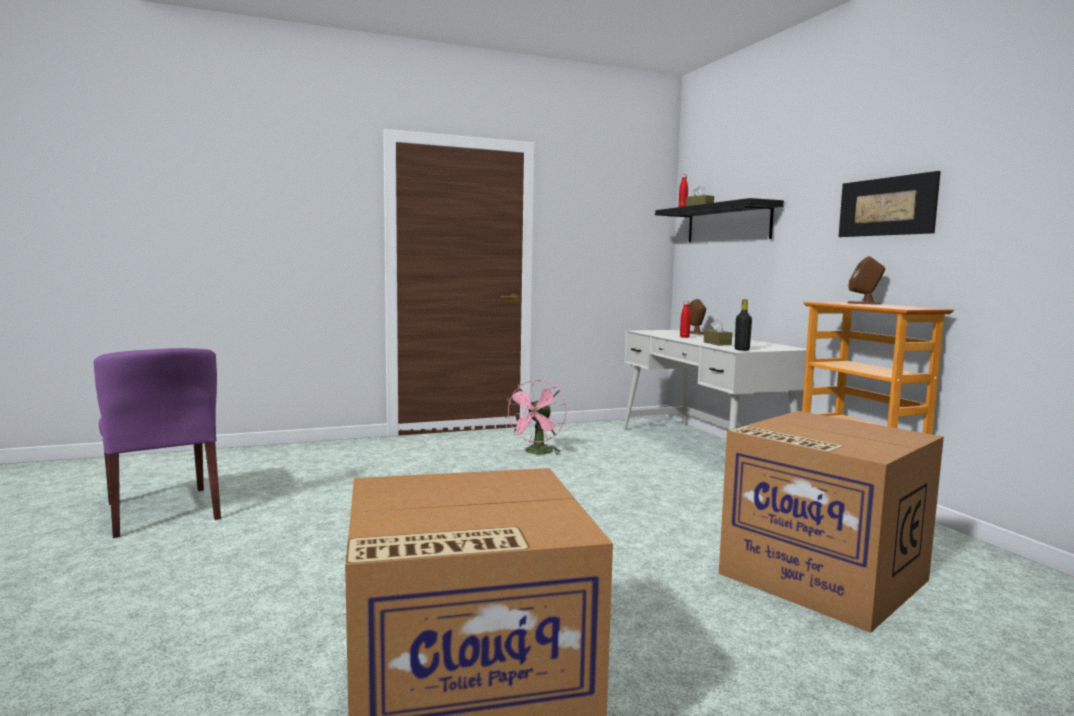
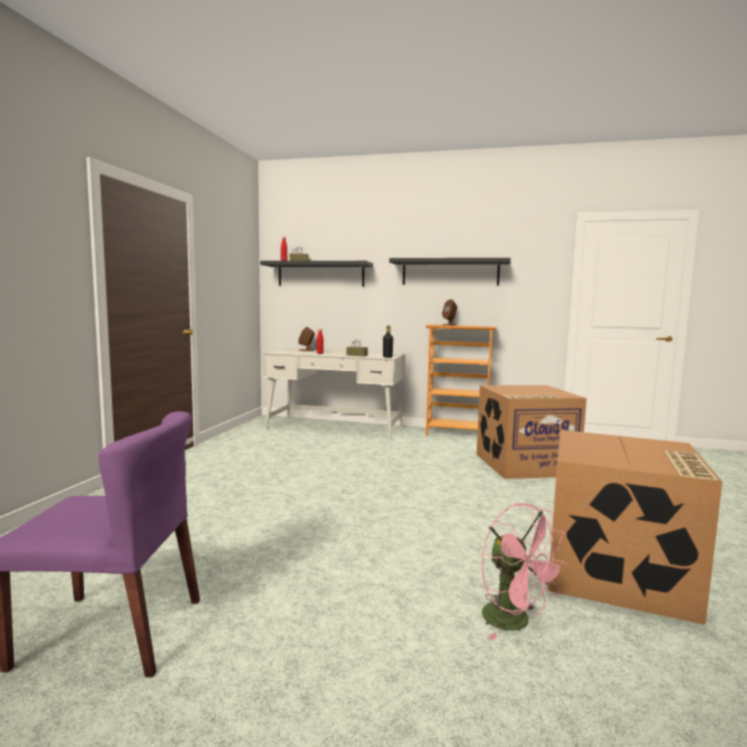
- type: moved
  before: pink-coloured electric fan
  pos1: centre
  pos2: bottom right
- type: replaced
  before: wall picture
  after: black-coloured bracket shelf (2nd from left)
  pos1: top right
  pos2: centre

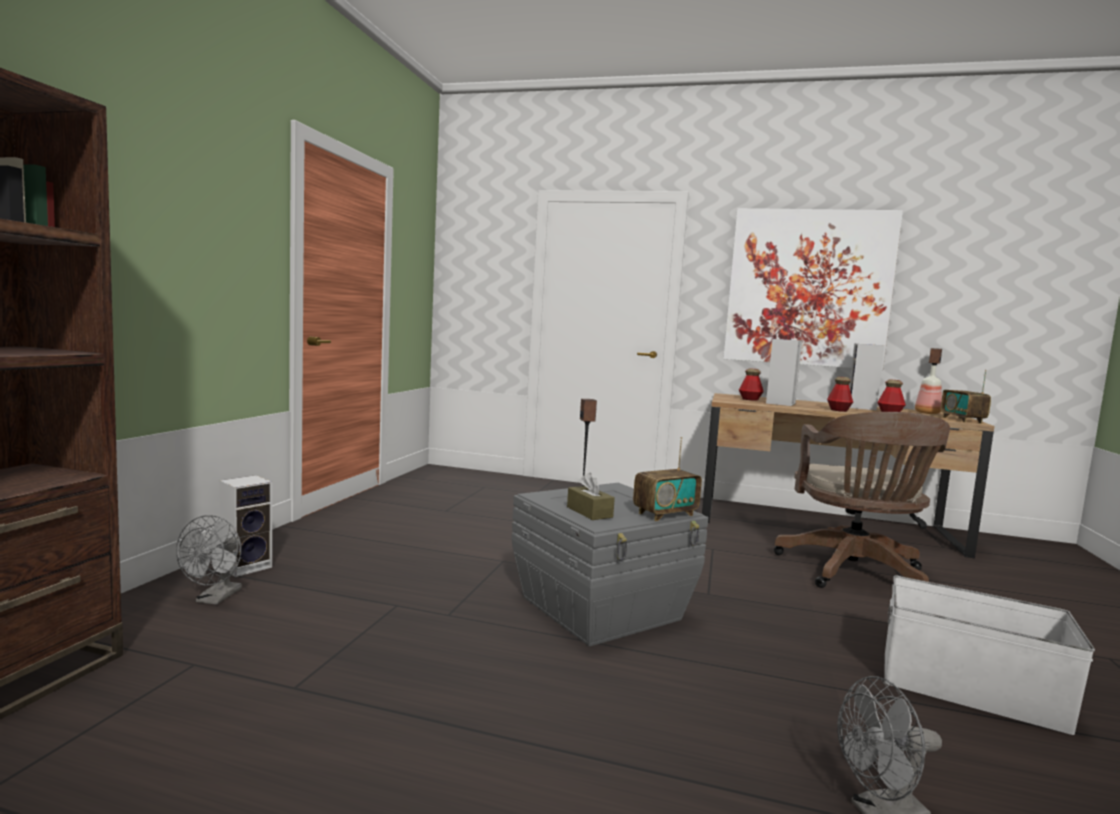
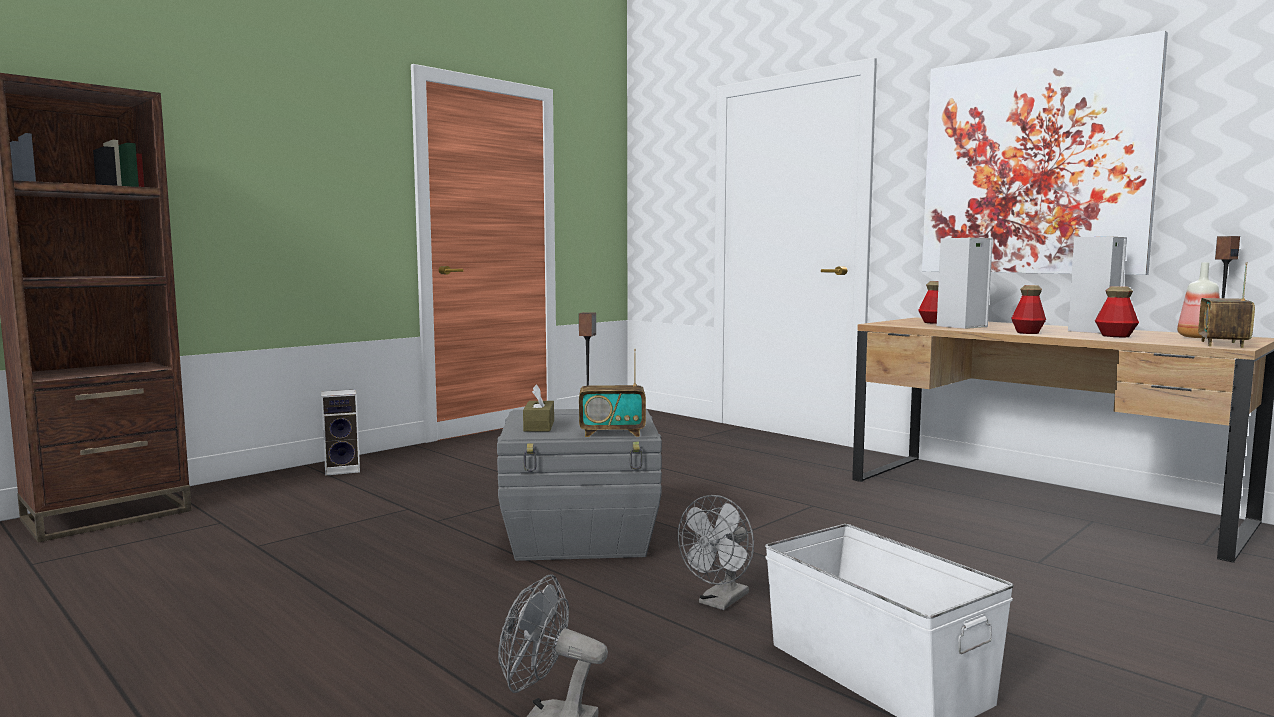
- type: removed
  before: brown office chair
  pos1: middle right
- type: moved
  before: gray electric fan (1st from left in the first image)
  after: gray electric fan (2nd from left)
  pos1: bottom left
  pos2: bottom centre

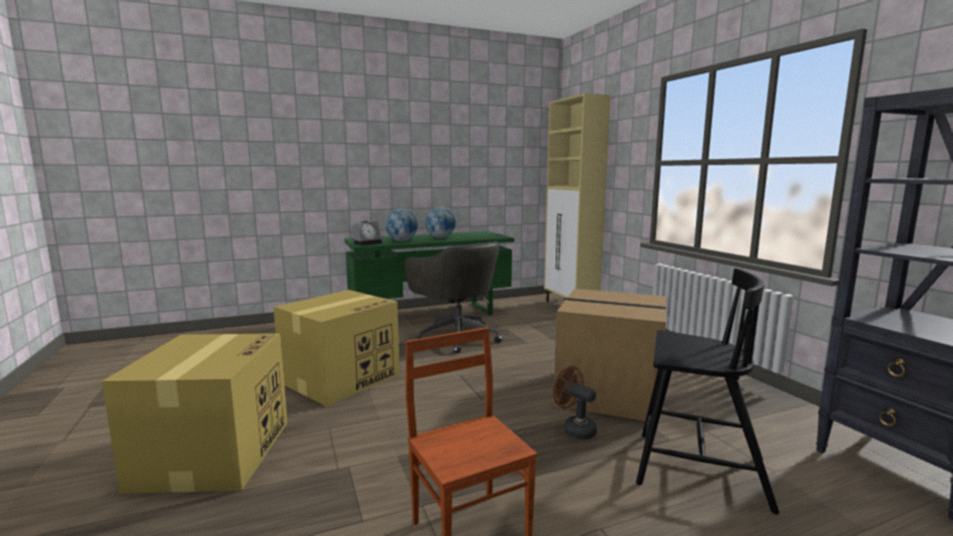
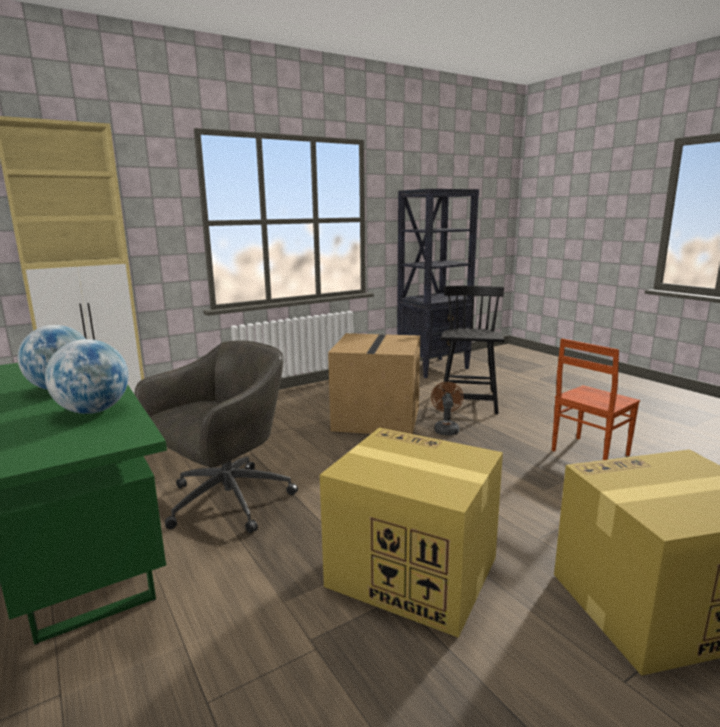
- type: removed
  before: table clock
  pos1: centre
- type: turned
  before: brown electric fan
  pos1: bottom centre
  pos2: centre
  turn: 150

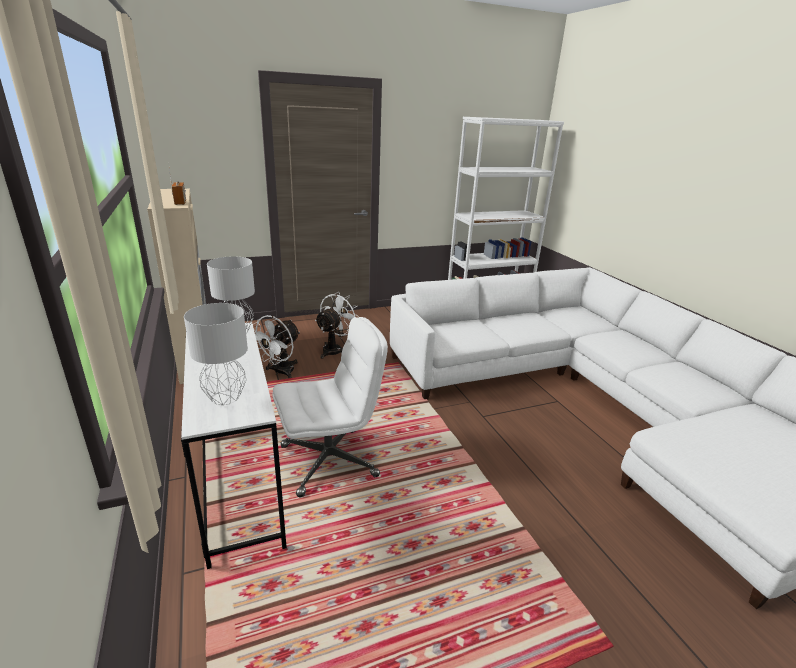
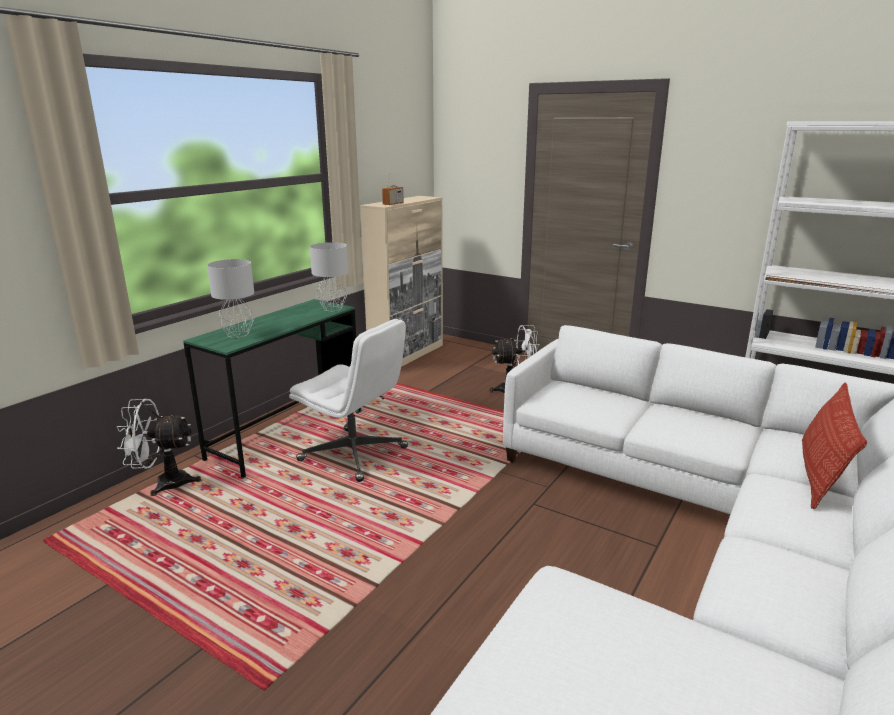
- type: added
  after: throw pillow
  pos2: middle right
- type: moved
  before: white-coloured electric fan (1st from left)
  pos1: centre
  pos2: middle left
- type: recoloured
  before: white-coloured desk
  after: green desk
  pos1: bottom left
  pos2: middle left

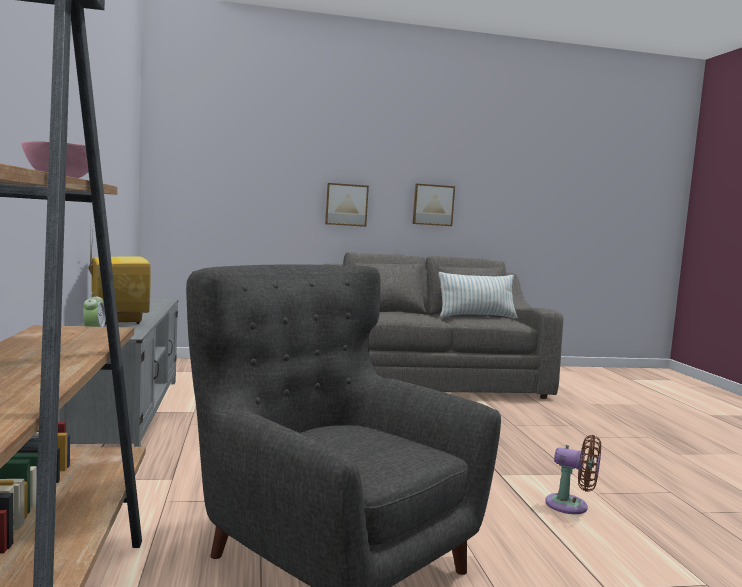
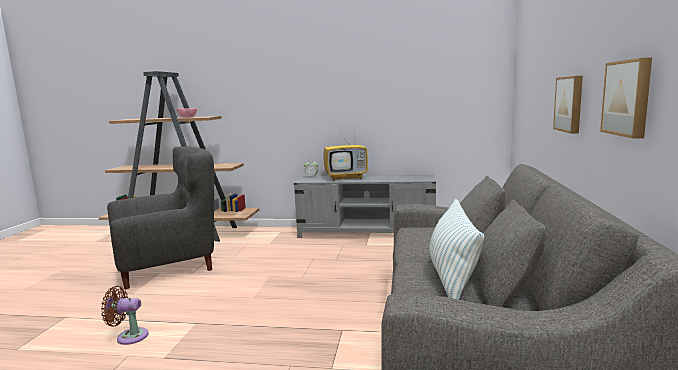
- type: turned
  before: brown electric fan
  pos1: bottom right
  pos2: bottom left
  turn: 45

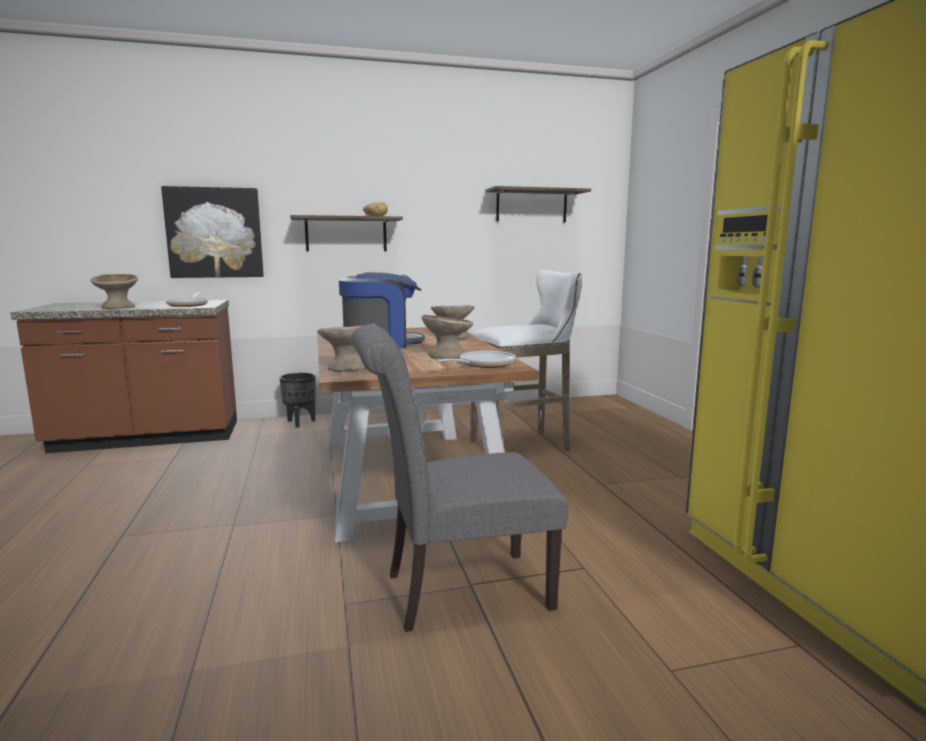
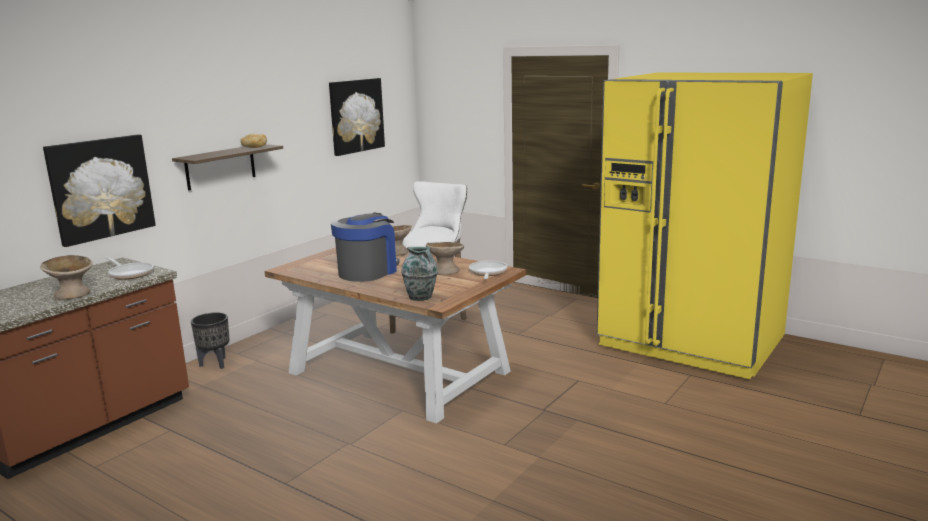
- type: removed
  before: gray chair
  pos1: centre
- type: replaced
  before: sand-coloured serving bowl (2nd from left)
  after: decorative vase
  pos1: centre
  pos2: centre
- type: replaced
  before: bracket shelf (2nd from left)
  after: wall picture (2nd from left)
  pos1: top centre
  pos2: top centre

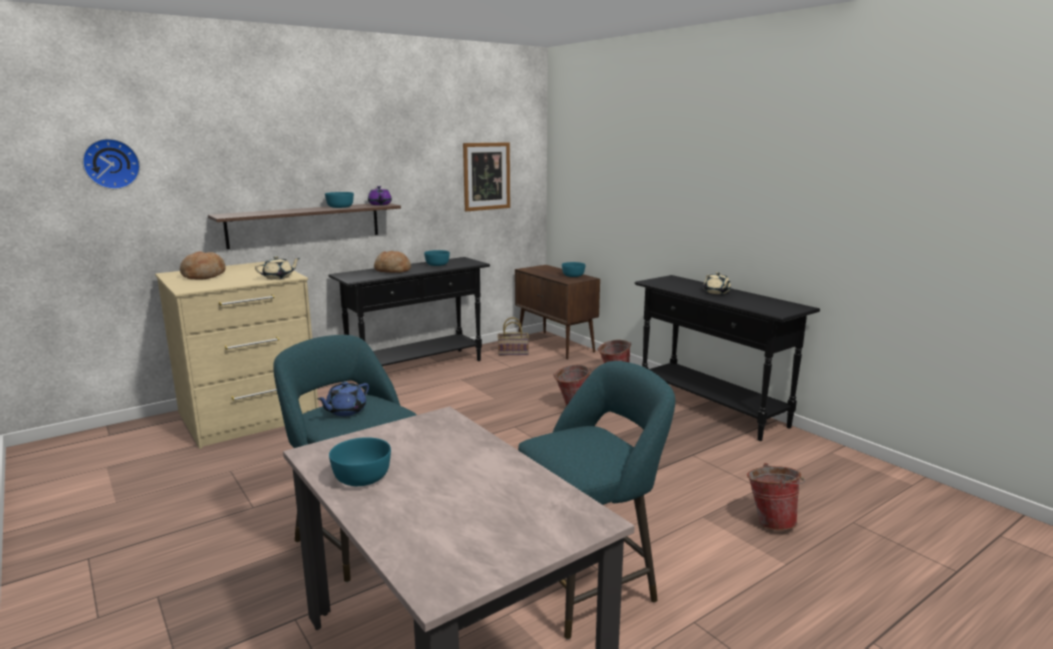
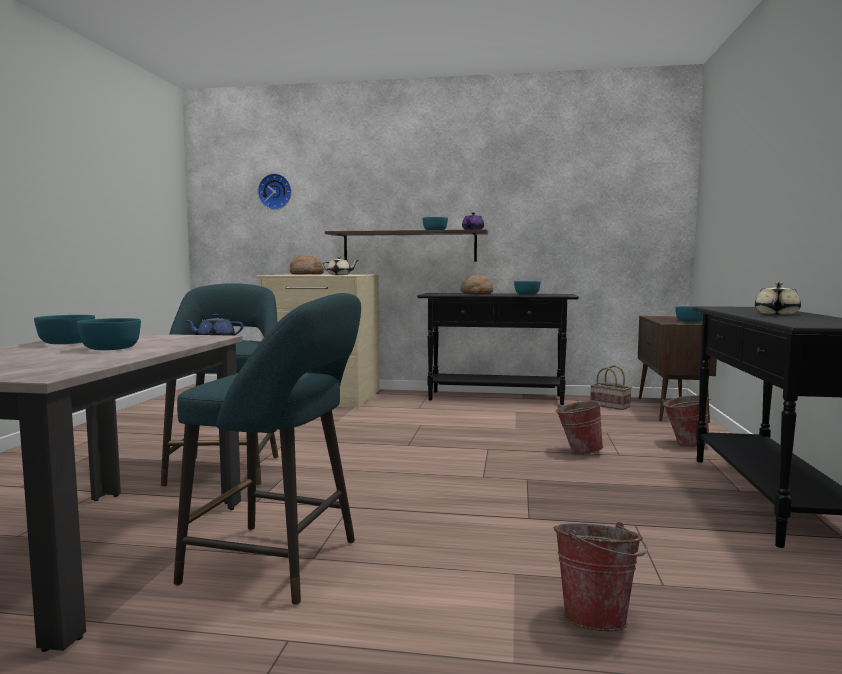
- type: removed
  before: wall picture
  pos1: top centre
- type: added
  after: turquoise serving bowl (2nd from left)
  pos2: middle left

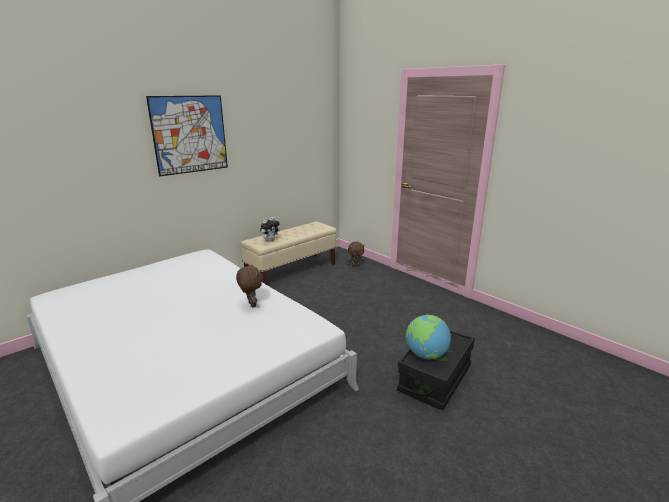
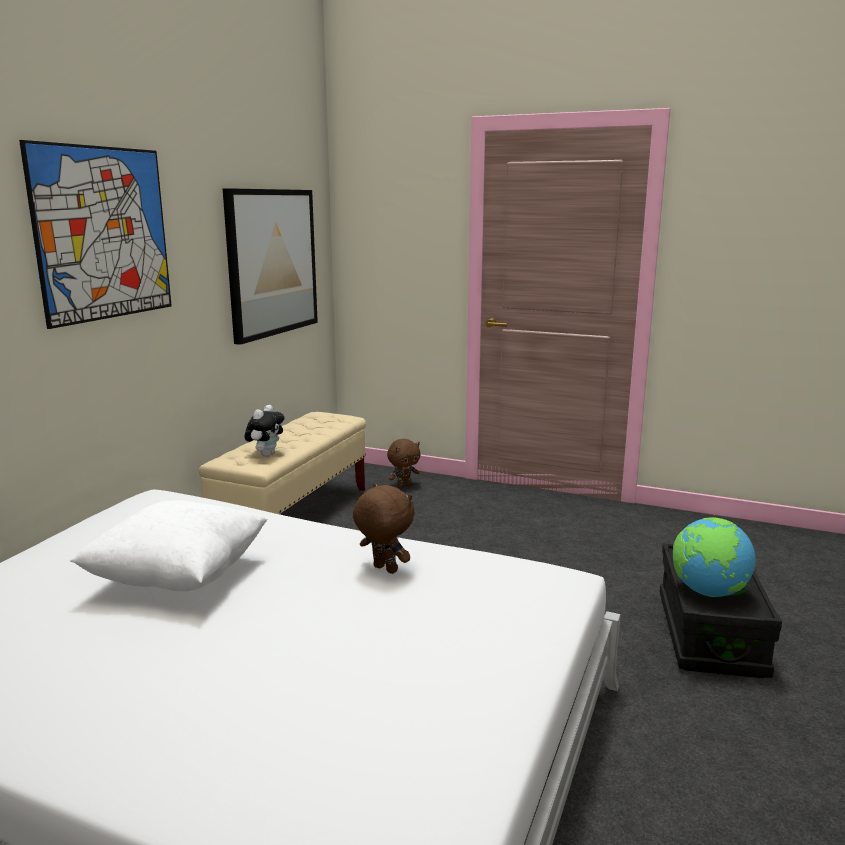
- type: added
  after: white-coloured throw pillow
  pos2: middle left
- type: added
  after: wall picture (2nd from left)
  pos2: top left

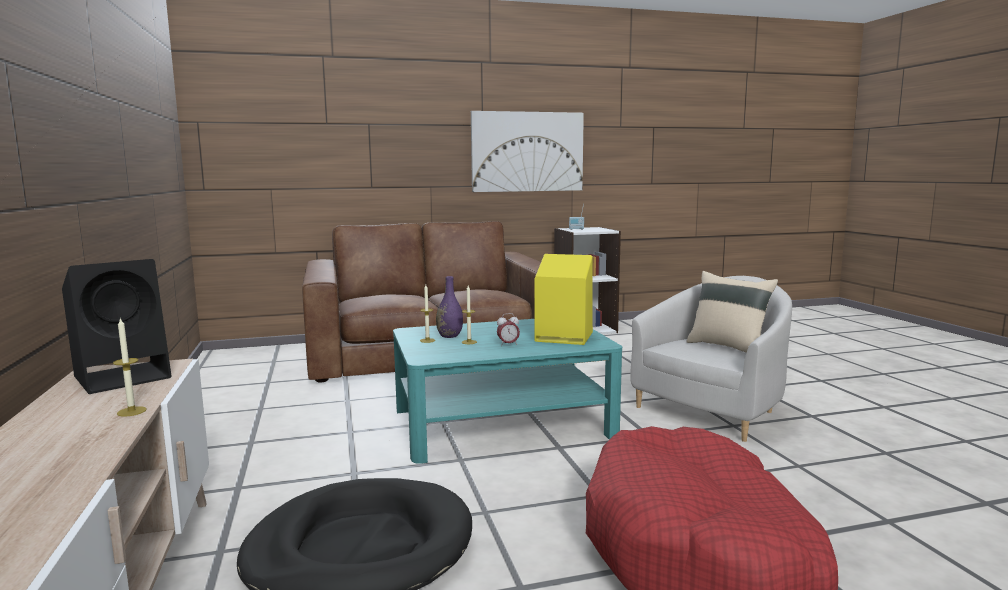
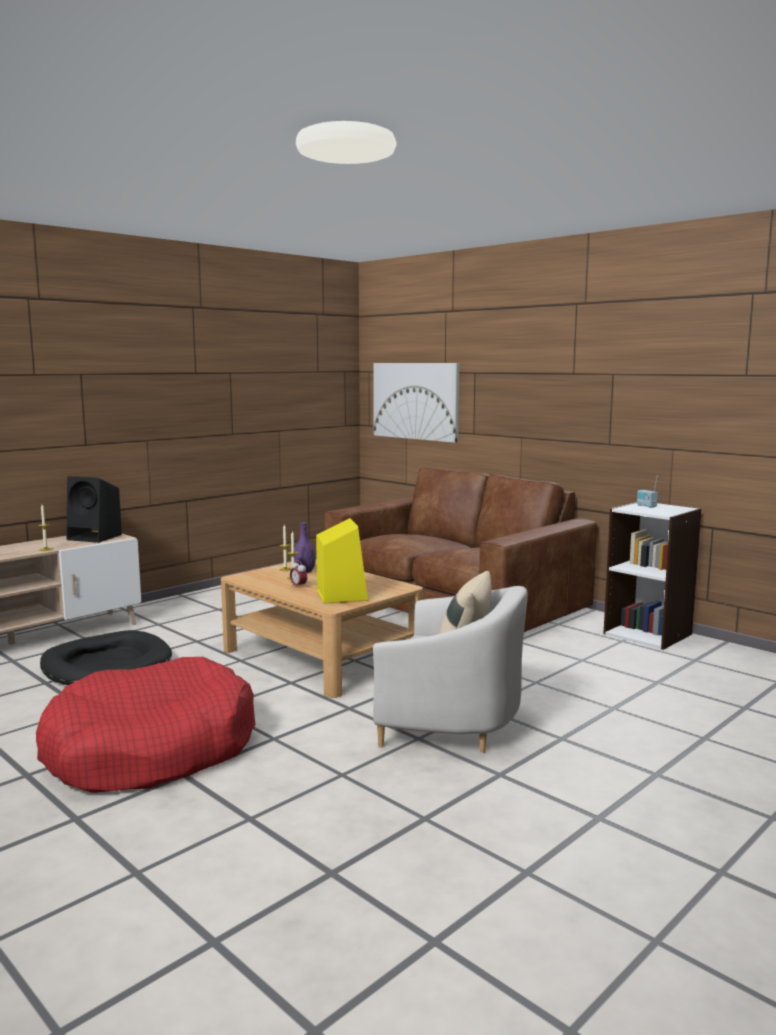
- type: moved
  before: wall picture
  pos1: top centre
  pos2: centre
- type: recoloured
  before: turquoise lounge table
  after: sand-coloured lounge table
  pos1: centre
  pos2: centre

